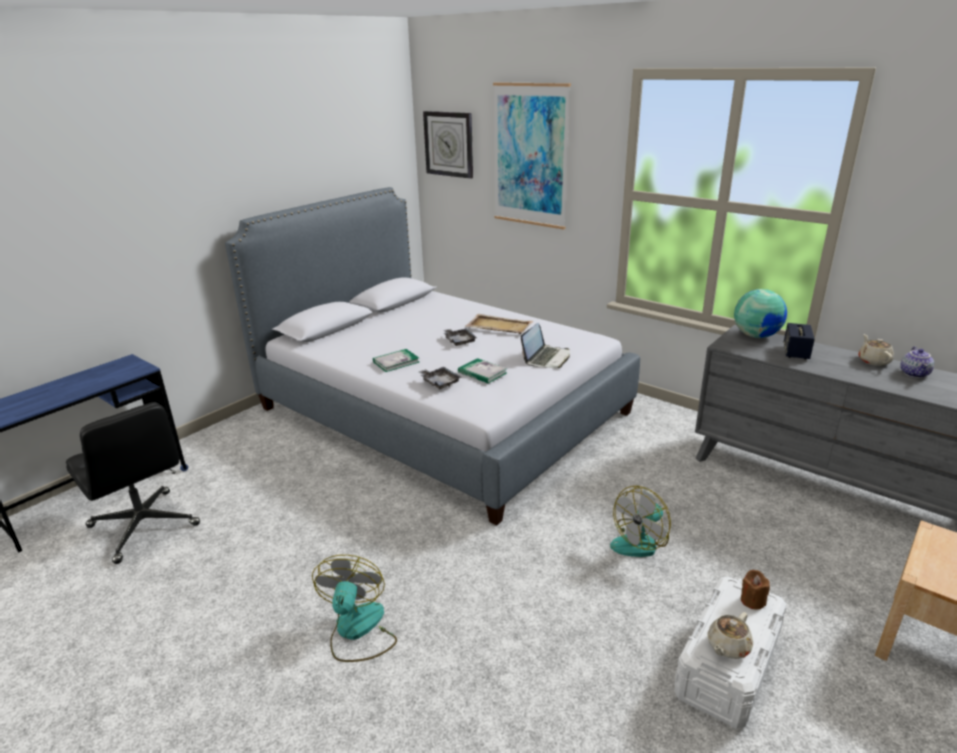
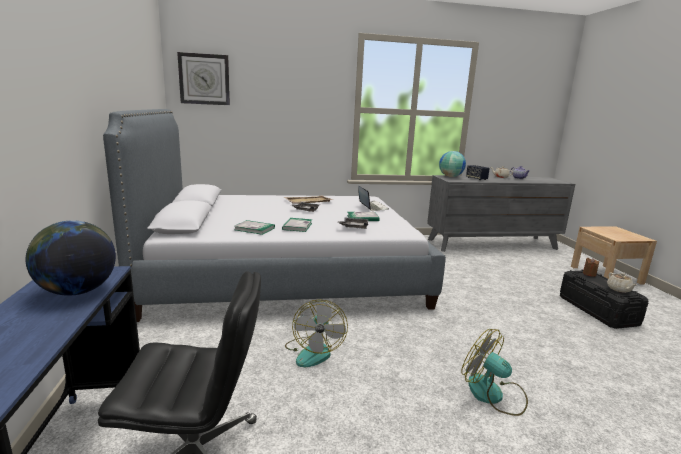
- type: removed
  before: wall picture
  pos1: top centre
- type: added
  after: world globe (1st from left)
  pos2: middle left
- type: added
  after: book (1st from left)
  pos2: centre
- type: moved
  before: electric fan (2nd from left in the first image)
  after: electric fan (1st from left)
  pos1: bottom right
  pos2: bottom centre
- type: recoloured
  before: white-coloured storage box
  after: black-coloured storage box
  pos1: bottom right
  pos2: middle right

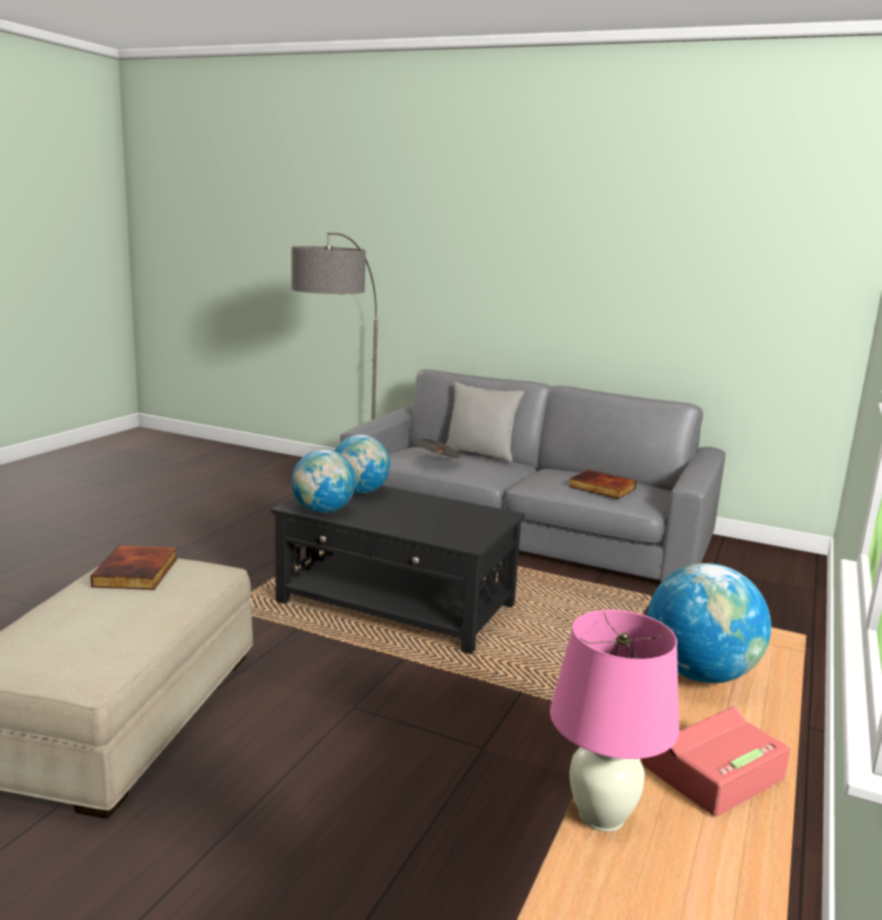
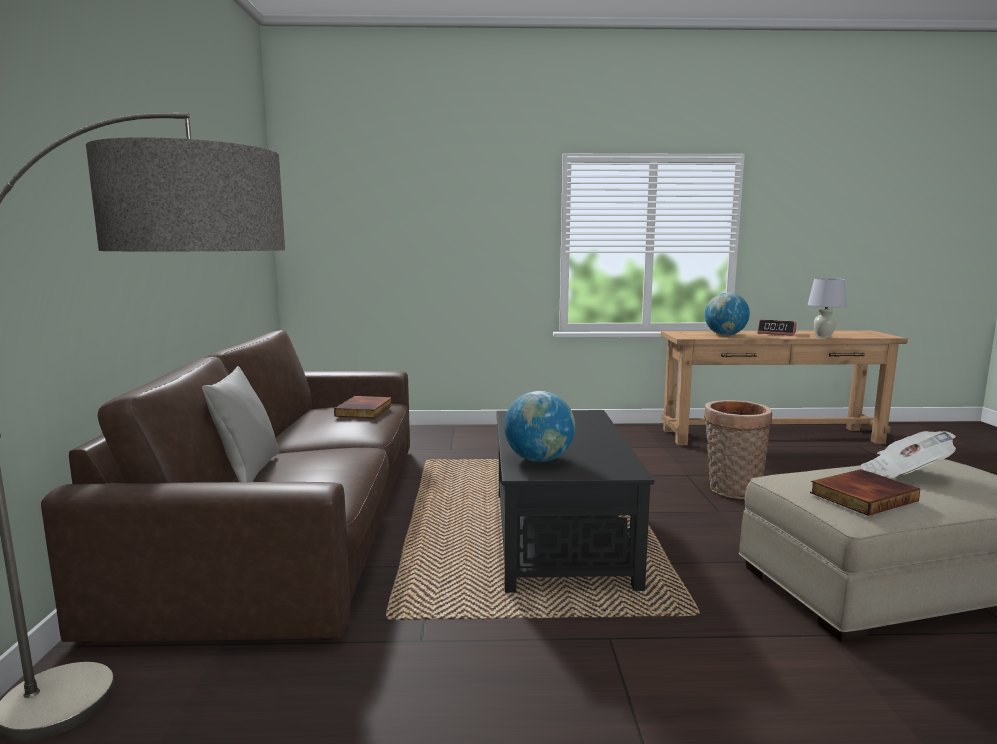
- type: removed
  before: world globe (1st from left)
  pos1: centre
- type: added
  after: household basket
  pos2: middle right
- type: moved
  before: daily paper
  pos1: centre
  pos2: middle right
- type: recoloured
  before: gray settee
  after: brown settee
  pos1: centre
  pos2: middle left
- type: recoloured
  before: pink-coloured tabletop lamp
  after: white-coloured tabletop lamp
  pos1: bottom right
  pos2: middle right

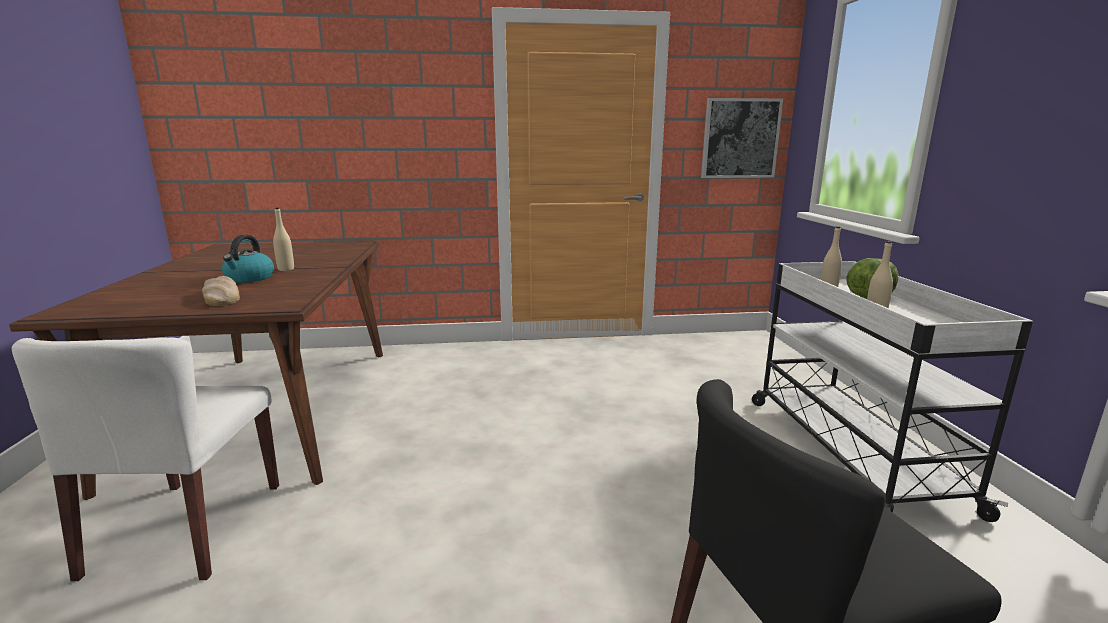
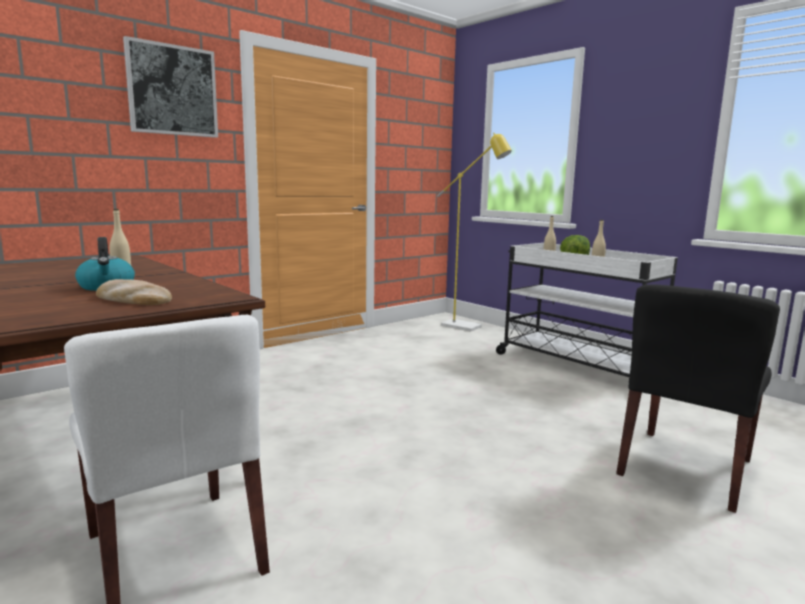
- type: added
  after: yellow standard lamp
  pos2: centre
- type: moved
  before: wall picture
  pos1: top right
  pos2: top left

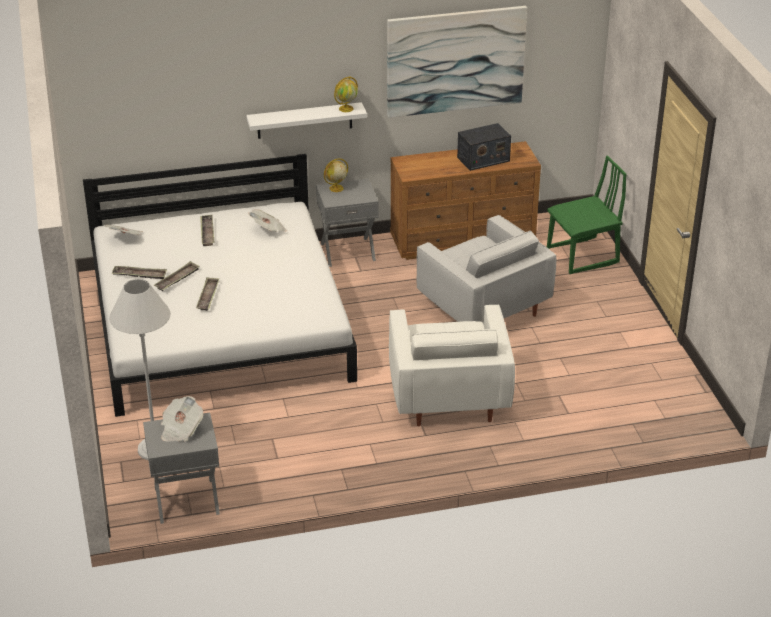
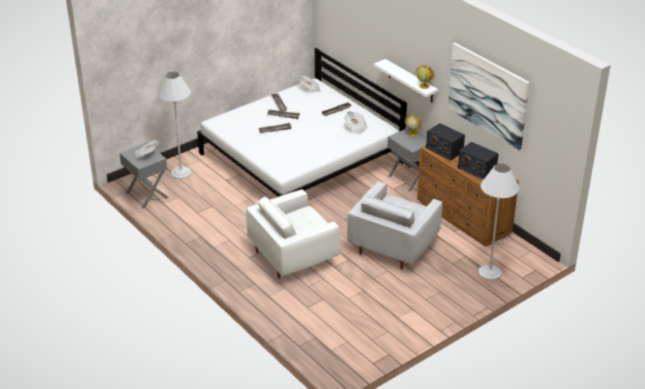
- type: added
  after: radio receiver (1st from left)
  pos2: middle right
- type: replaced
  before: green chair
  after: white-coloured standard lamp (2nd from left)
  pos1: middle right
  pos2: middle right

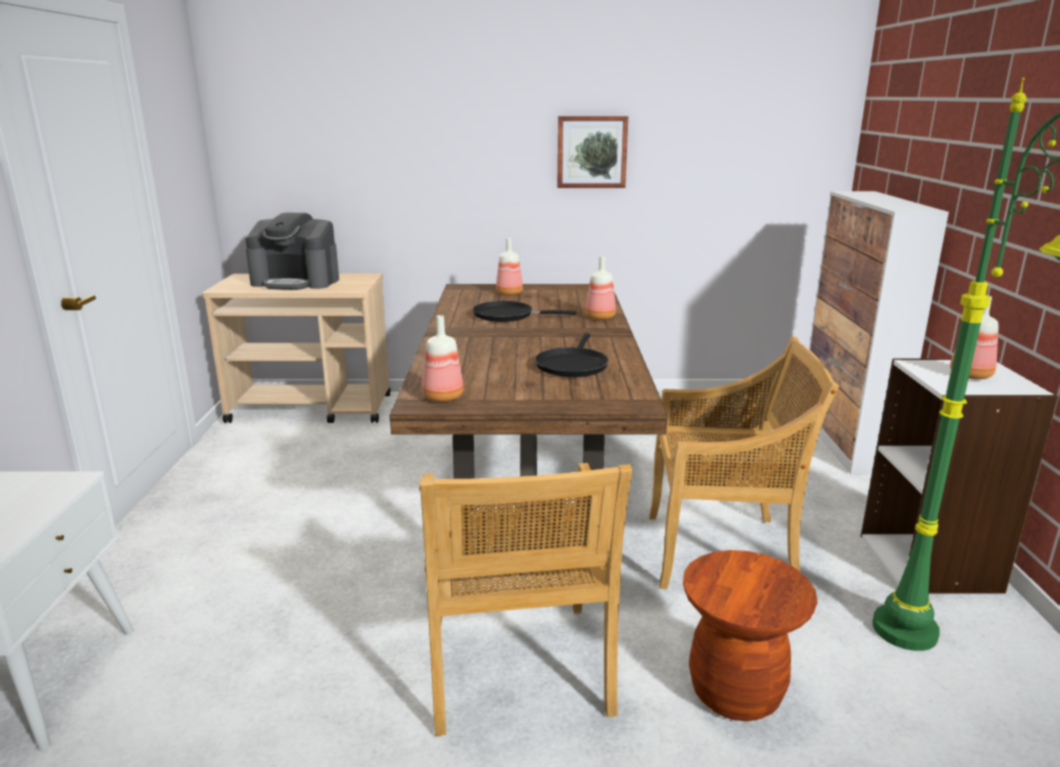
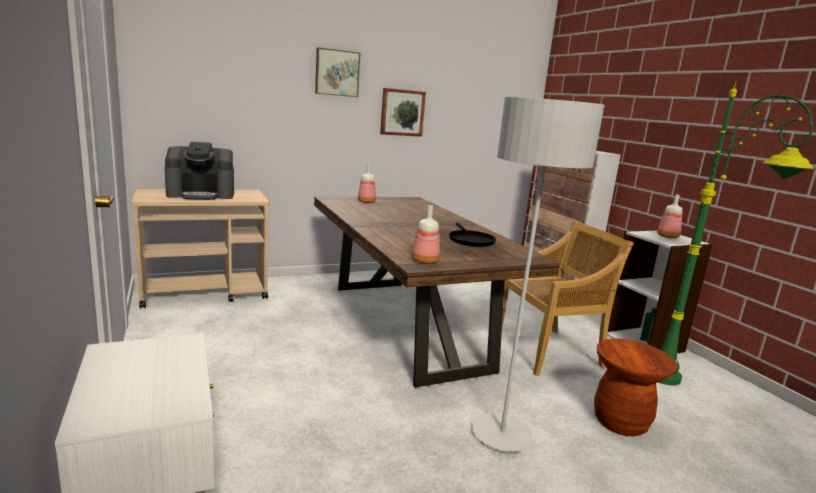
- type: removed
  before: black-coloured pan (1st from left)
  pos1: centre
- type: removed
  before: bottle (3rd from left)
  pos1: centre
- type: added
  after: wall picture (1st from left)
  pos2: top centre
- type: replaced
  before: sand-coloured chair (1st from left)
  after: gray standard lamp
  pos1: bottom centre
  pos2: centre

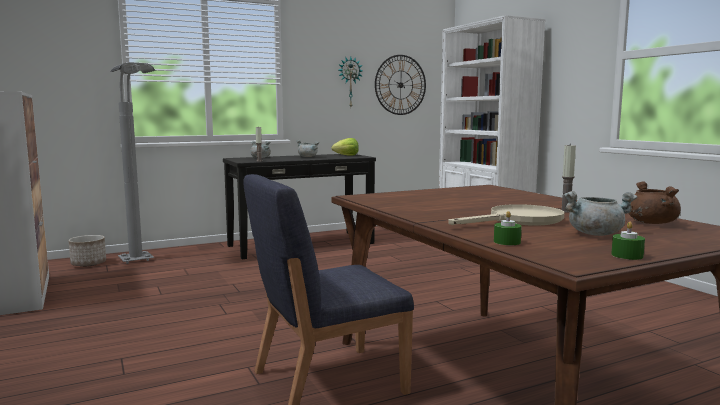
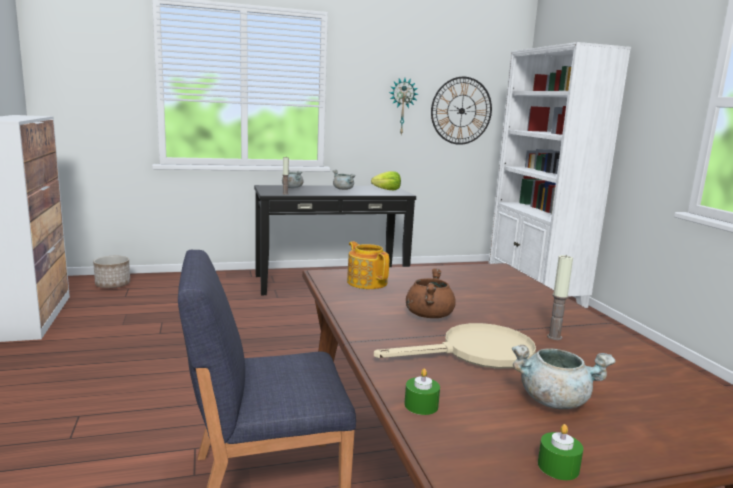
- type: removed
  before: gray standard lamp
  pos1: middle left
- type: added
  after: tea pot
  pos2: centre
- type: moved
  before: brown cooking pot
  pos1: middle right
  pos2: centre

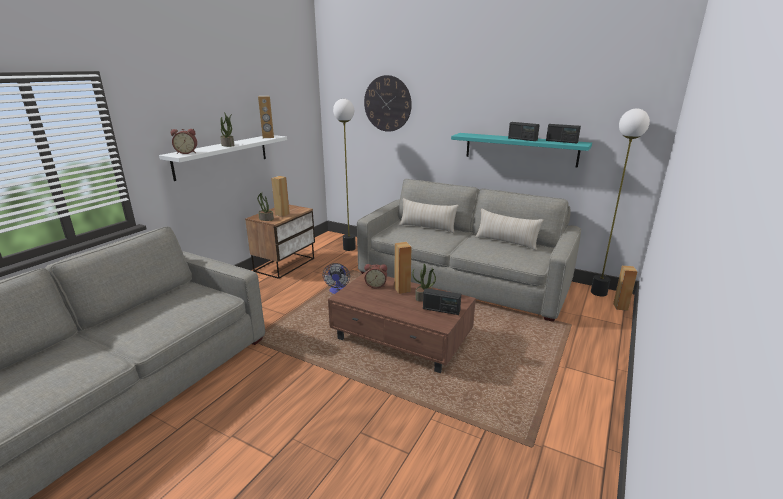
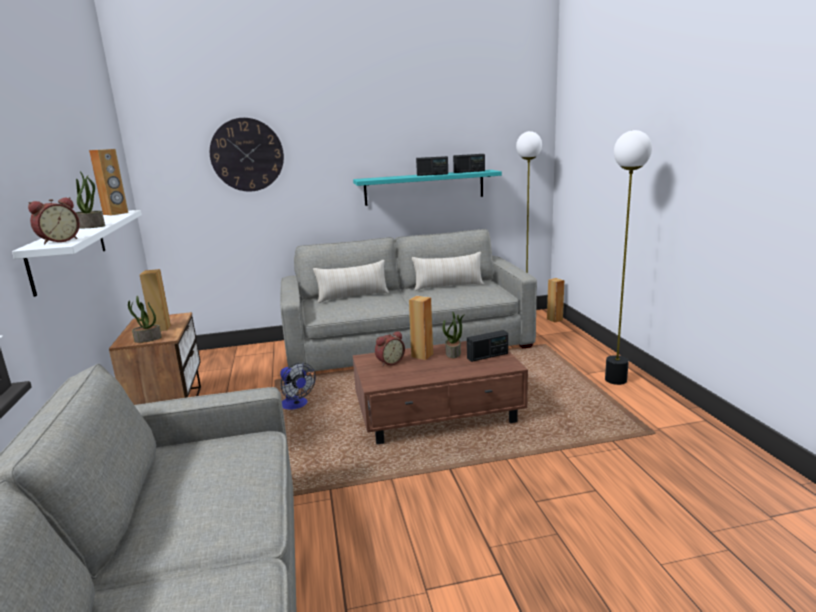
- type: moved
  before: standard lamp (1st from left in the first image)
  after: standard lamp (2nd from left)
  pos1: centre
  pos2: middle right

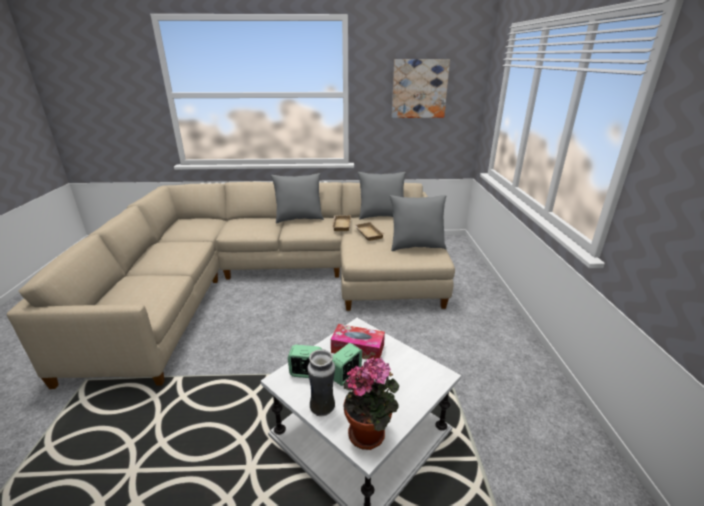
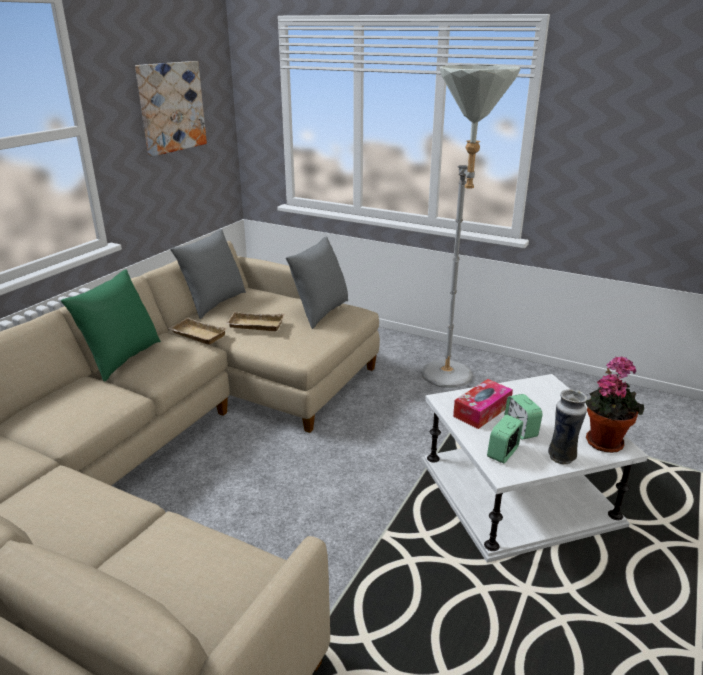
- type: added
  after: gray standard lamp
  pos2: middle right
- type: recoloured
  before: gray throw pillow (1st from left)
  after: green throw pillow
  pos1: centre
  pos2: middle left

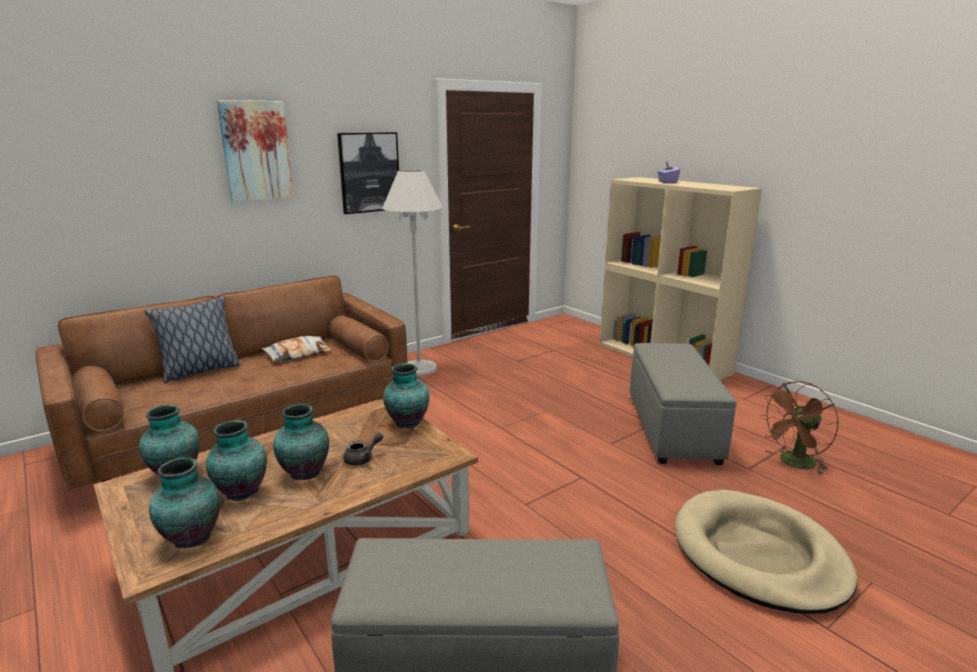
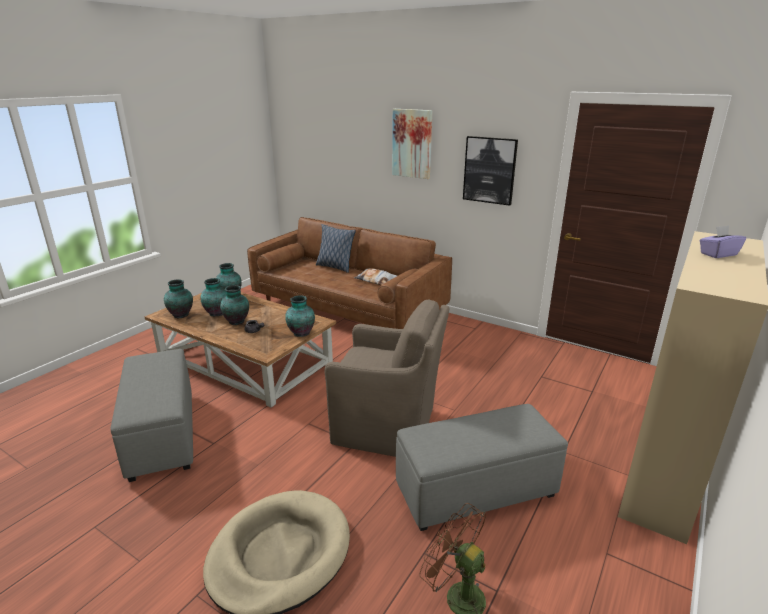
- type: removed
  before: white-coloured standard lamp
  pos1: centre
- type: added
  after: brown lounge chair
  pos2: centre

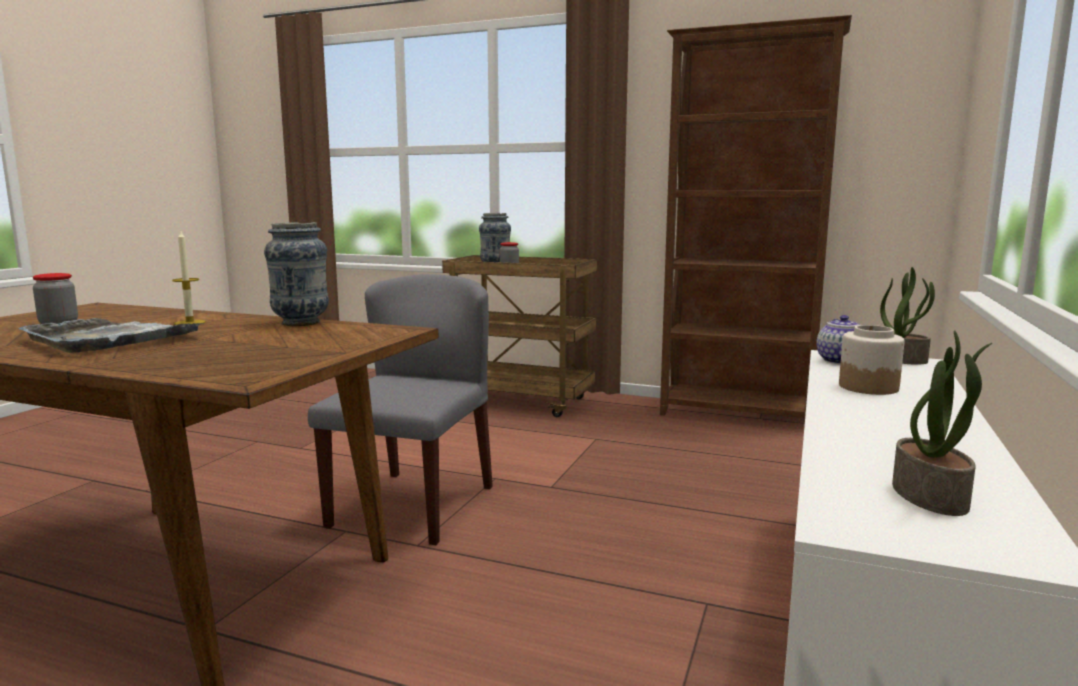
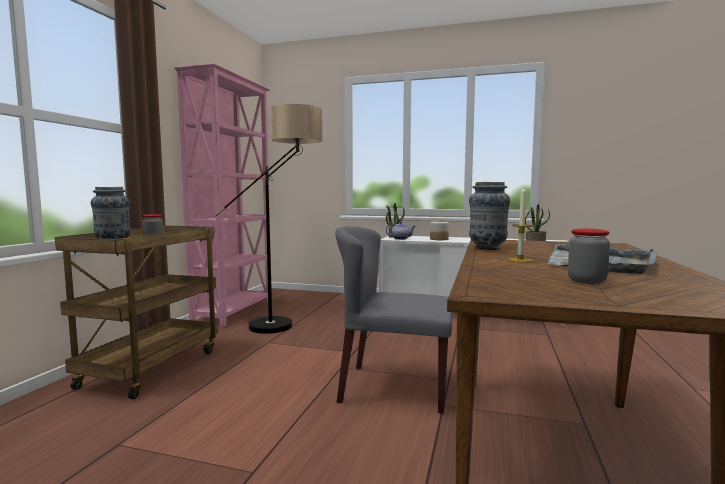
- type: added
  after: standard lamp
  pos2: centre
- type: recoloured
  before: brown bookcase
  after: pink-coloured bookcase
  pos1: top right
  pos2: middle left

